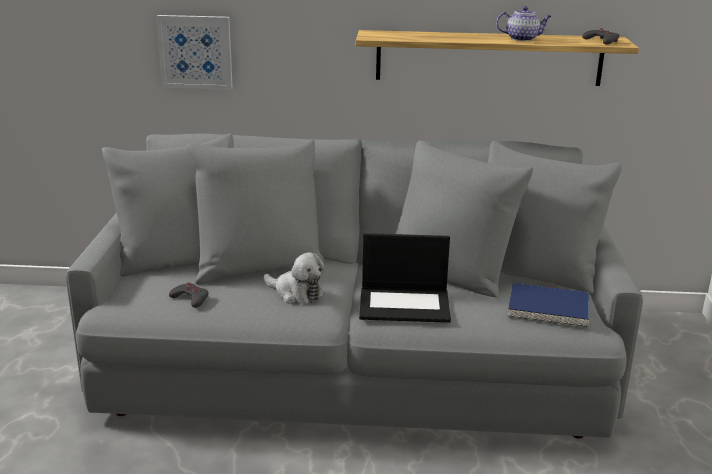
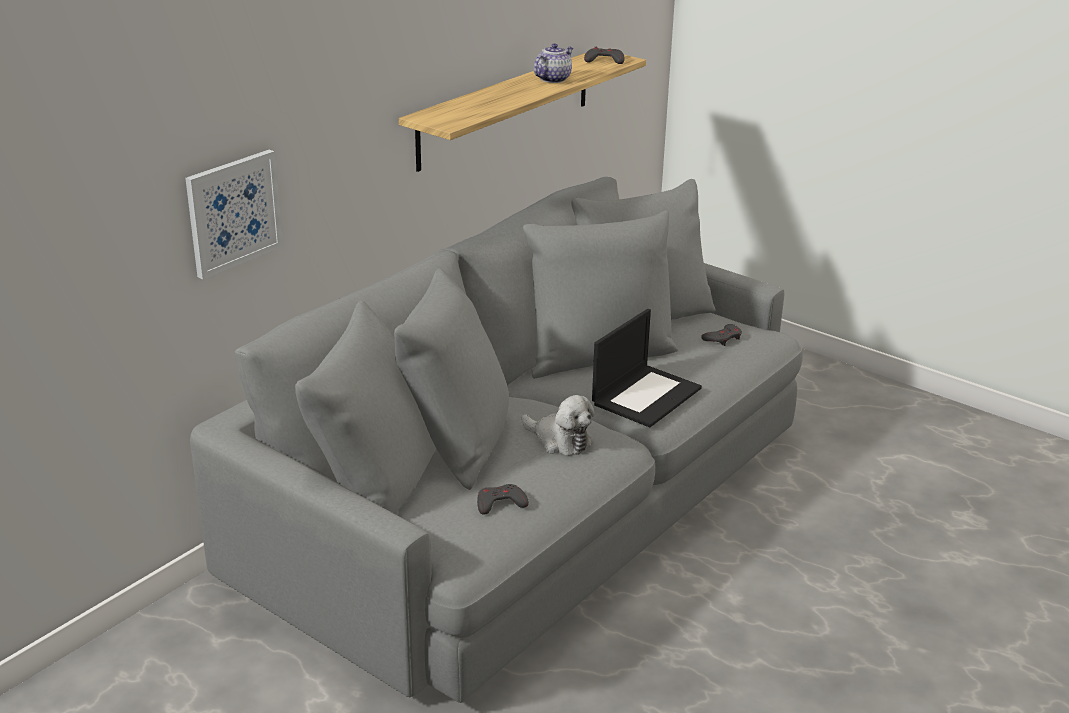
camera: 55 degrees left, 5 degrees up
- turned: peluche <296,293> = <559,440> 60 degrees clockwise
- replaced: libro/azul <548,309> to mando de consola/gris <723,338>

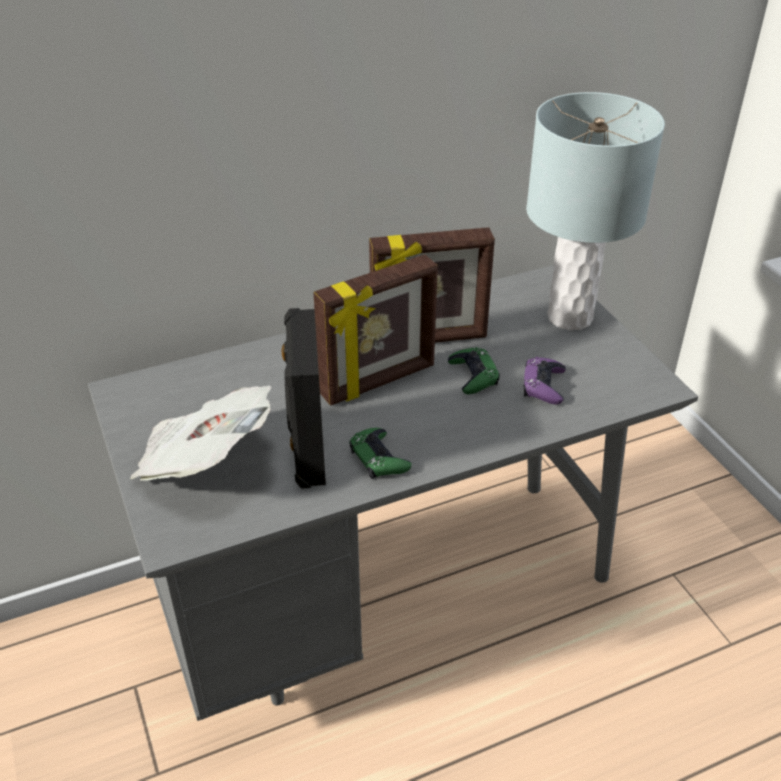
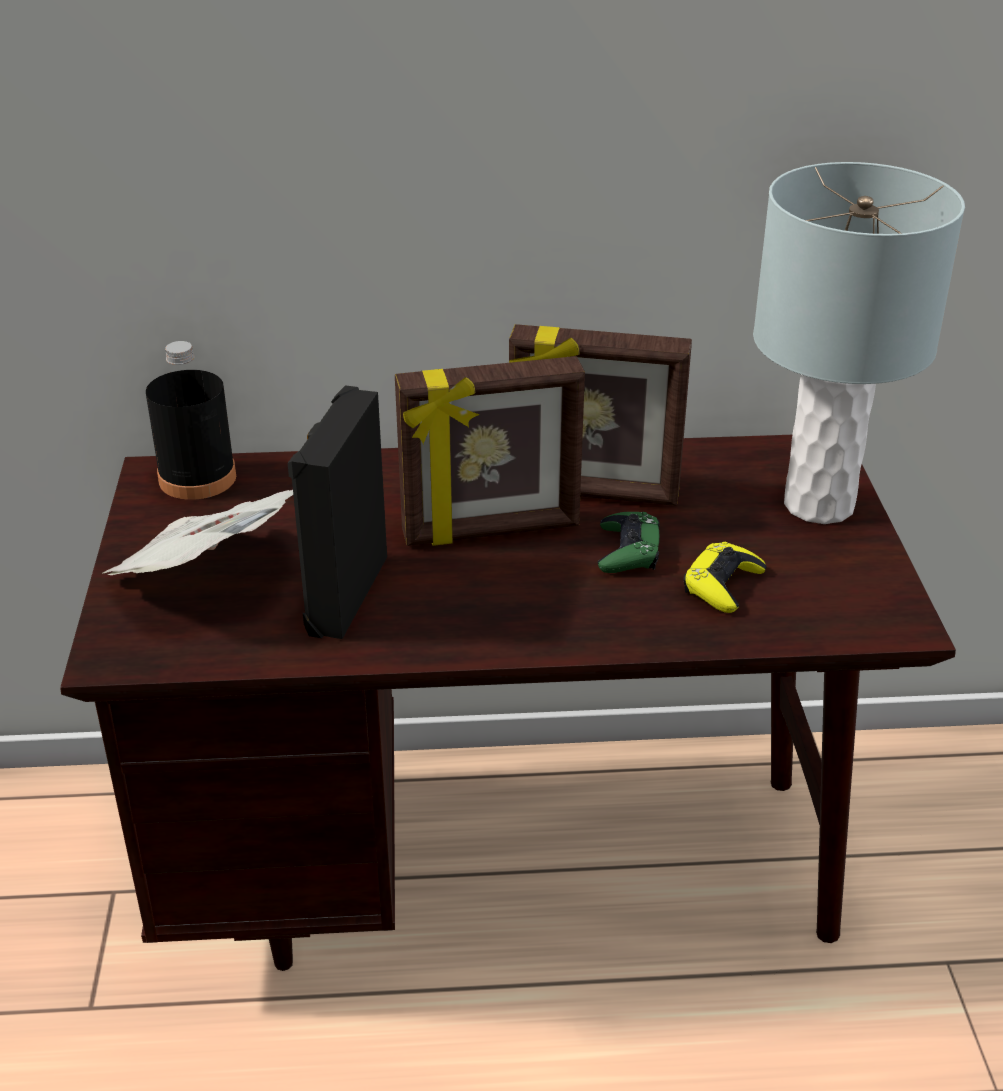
camera: 20 degrees right, 5 degrees down
- recoloured: escritorio/gris <390,592> to escritorio/marrón <502,869>
- added: botella/negro <197,478>
- recoloured: mando de consola/morado <543,385> to mando de consola/amarillo <722,585>
- removed: mando de consola/verde <379,458>

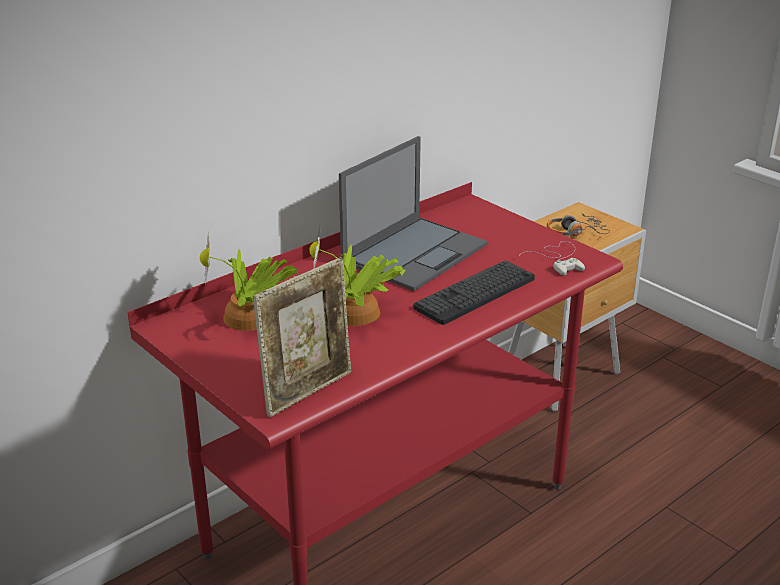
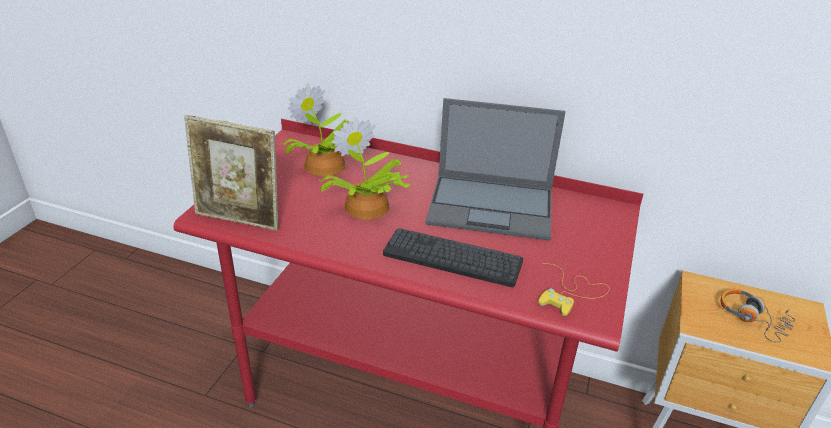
camera: 60 degrees right, 5 degrees up
- recoloured: mando de consola/blanco <558,259> to mando de consola/amarillo <571,293>

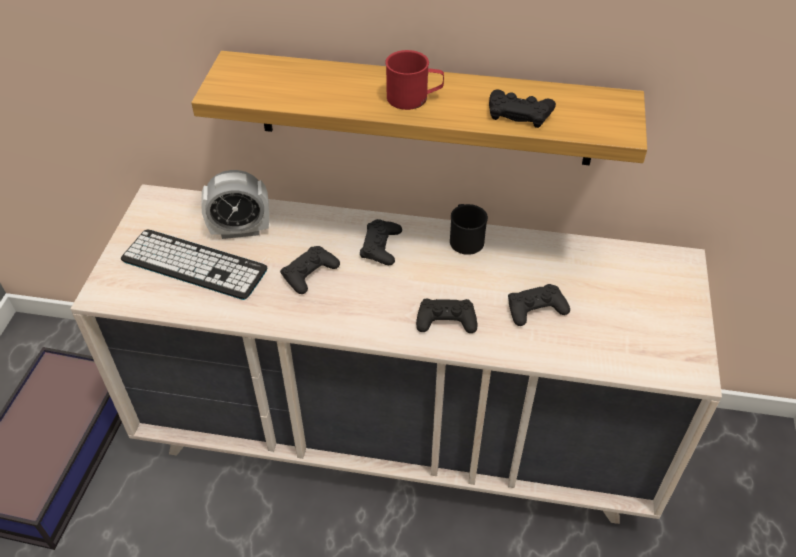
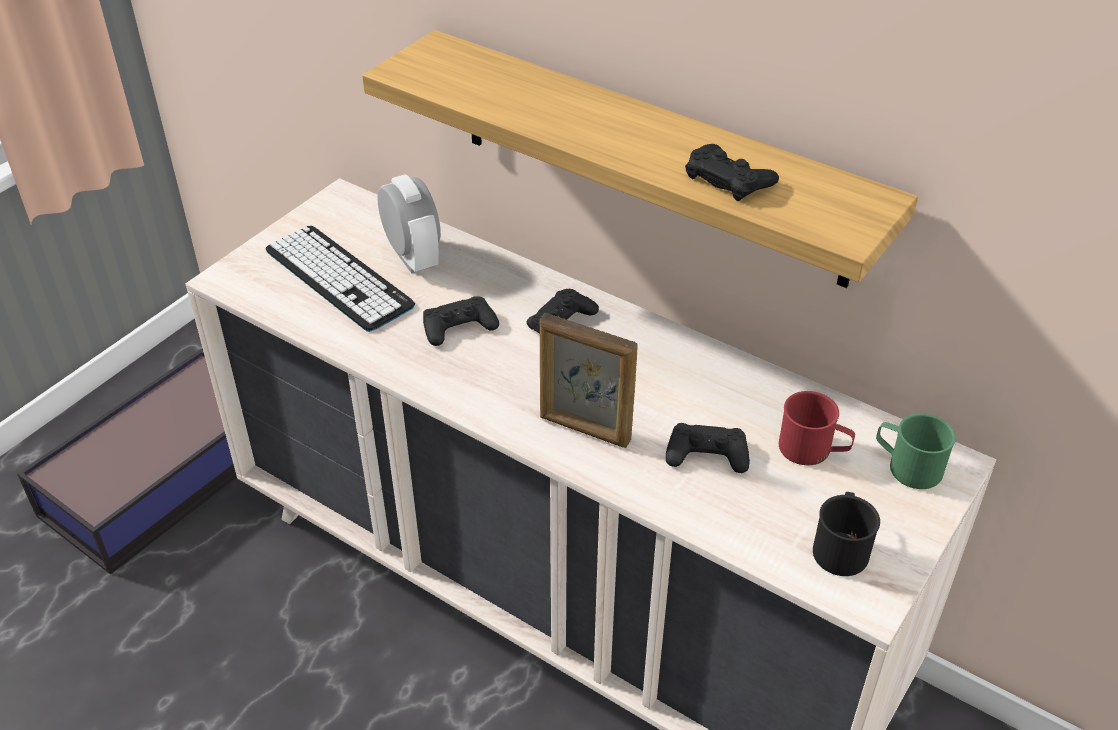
camera: 25 degrees right, 5 degrees down
- turned: despertador <240,230> = <412,257> 135 degrees counterclockwise
- replaced: mando de consola/negro <446,320> to portarretratos <584,429>
- moved: taza grande/rojo <414,98> to <813,450>
- moved: taza grande/negro <465,238> to <841,546>
- added: taza grande/verde <907,466>

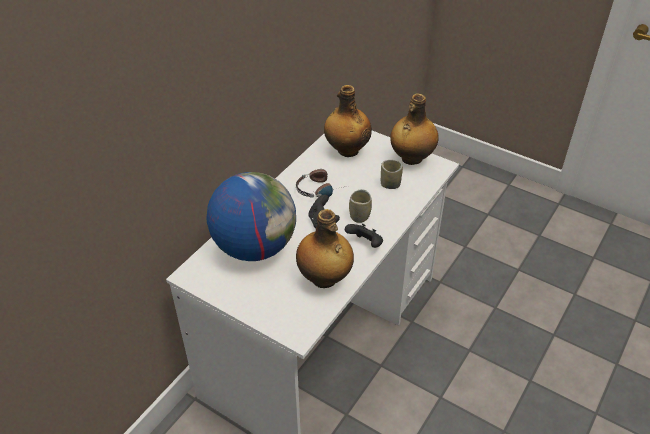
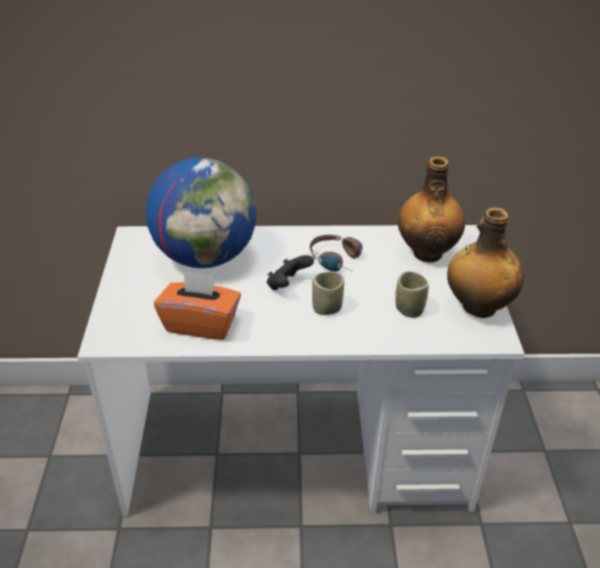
camera: 55 degrees right, 5 degrees down
- replaced: botella <324,279> to caja de pañuelos/naranja <201,324>
- removed: mando de consola/negro <365,244>

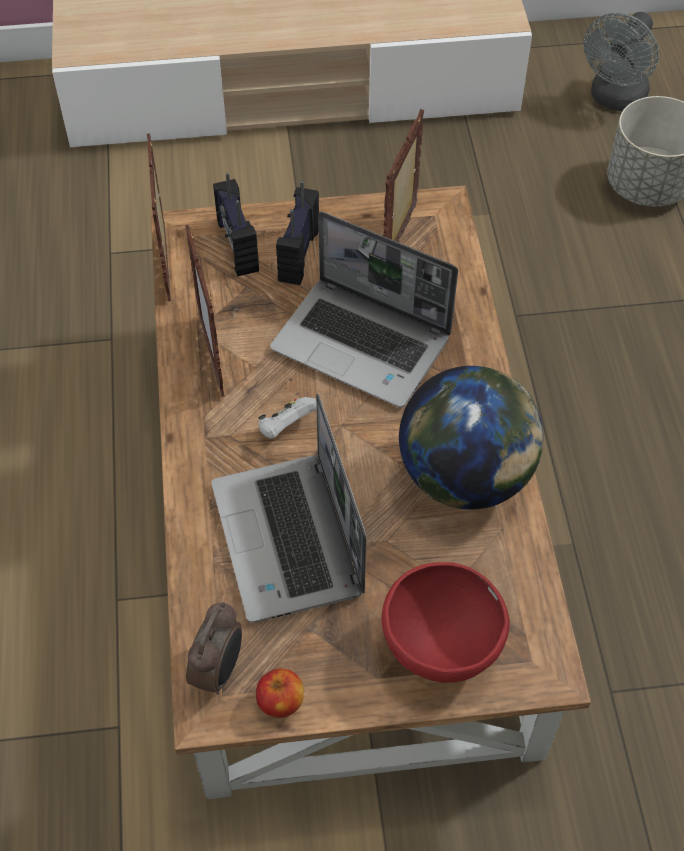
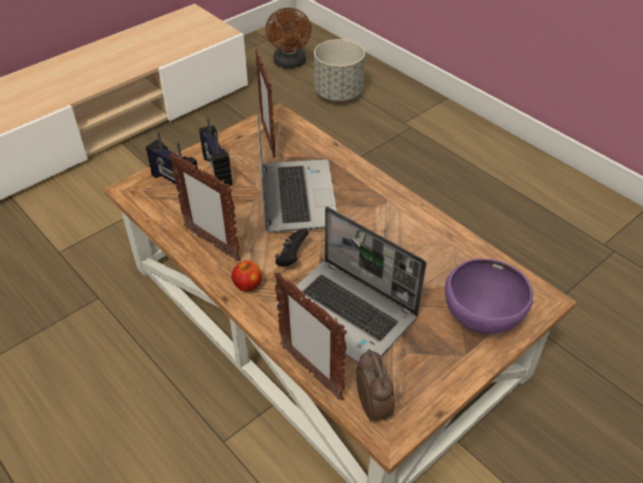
camera: 35 degrees left, 10 degrees down
- moved: manzana <280,702> to <248,285>
- turned: portátil <363,344> = <296,196> 90 degrees counterclockwise
- recoloured: ventilador/gris <615,99> to ventilador/marrón <290,64>
- moved: portarretratos <167,264> to <310,371>
- recoloured: mando de consola/blanco <287,427> to mando de consola/negro <291,257>
- recoloured: cuenco/rojo <440,648> to cuenco/morado <481,320>
- removed: globo terráqueo <465,477>

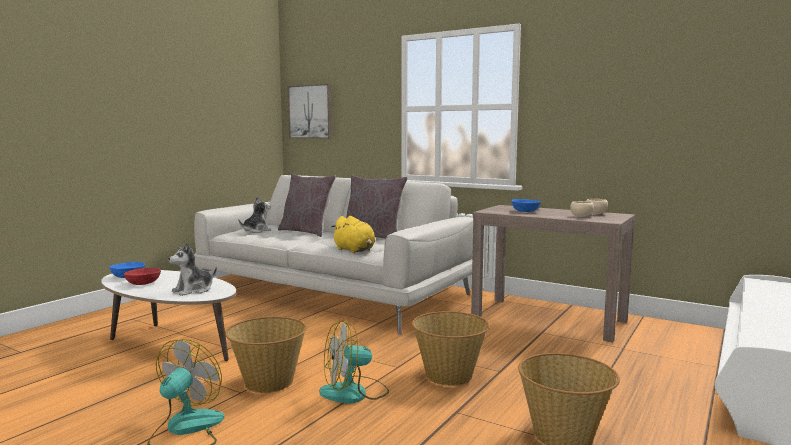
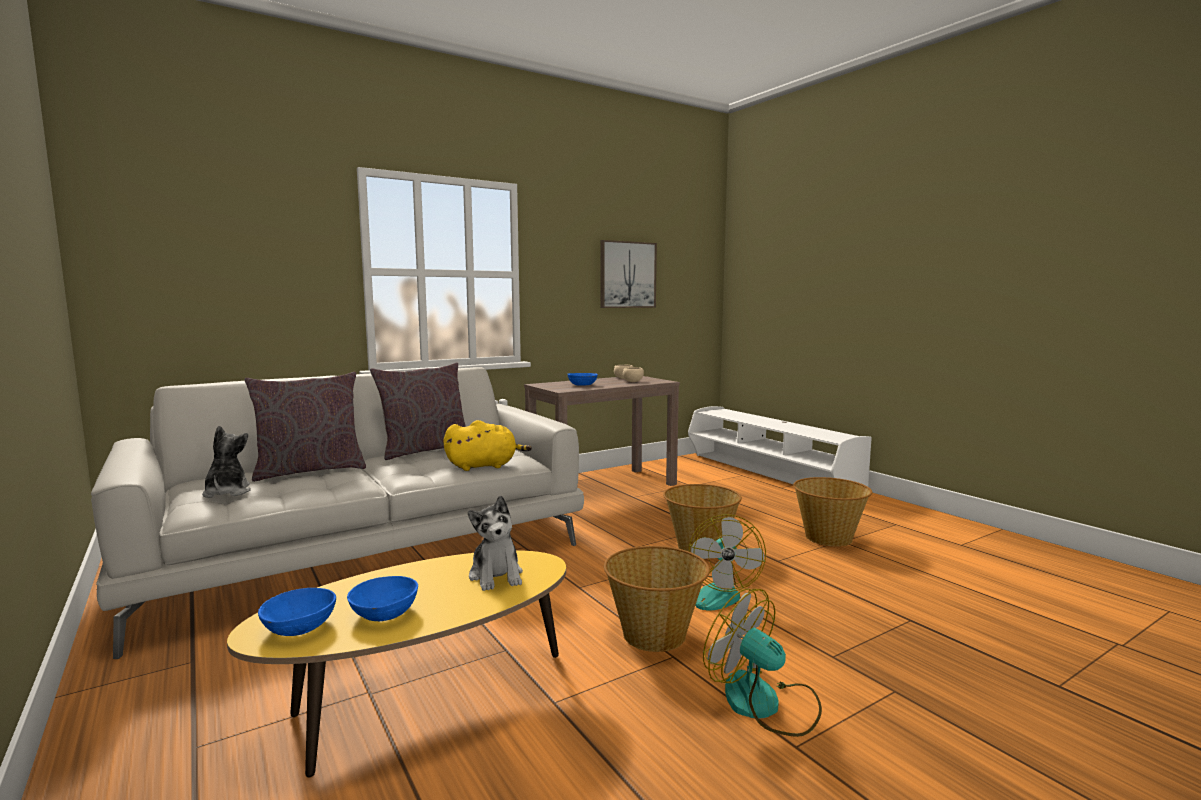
camera: 65 degrees left, 0 degrees up
- recoloured: mesa de centro/blanco <170,343> to mesa de centro/amarillo <422,702>
- recoloured: cuenco/rojo <143,283> to cuenco/azul <385,613>
- moved: cuadro <310,111> to <627,275>

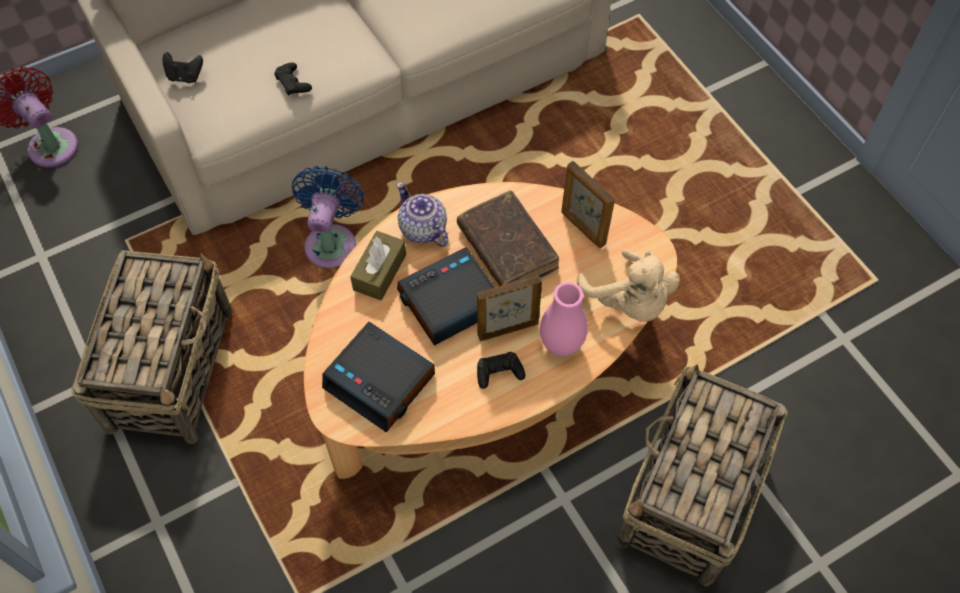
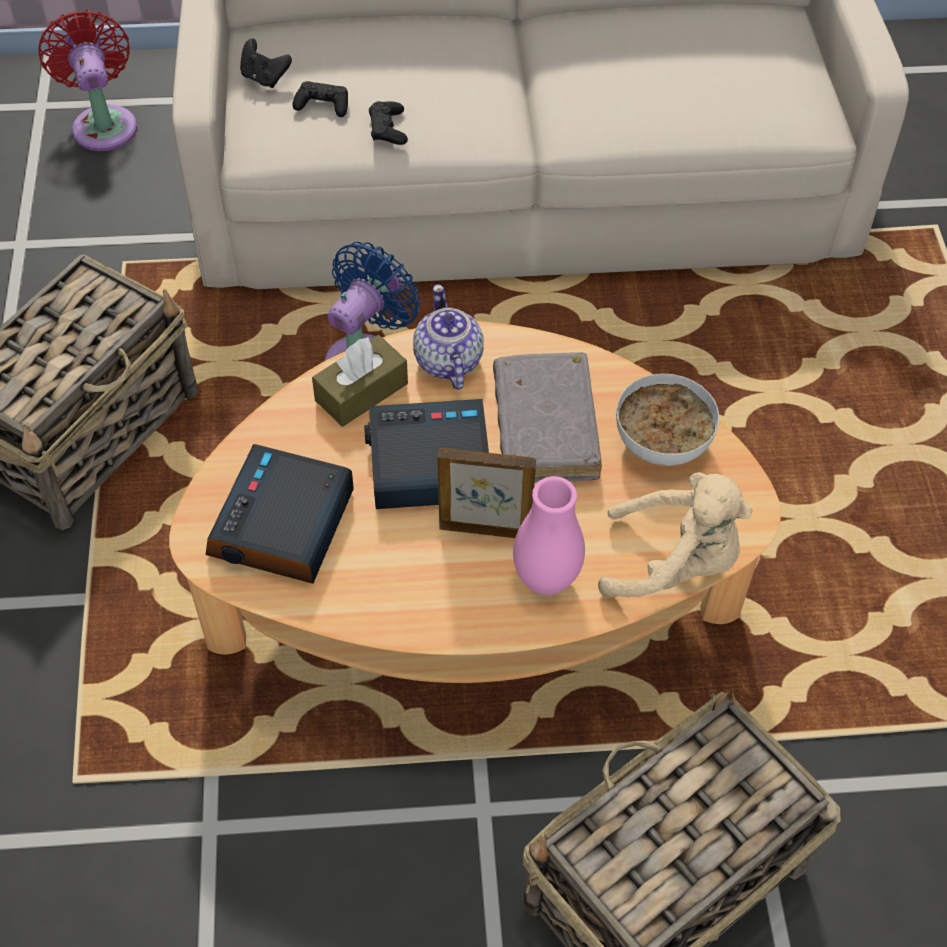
camera: 25 degrees right, 5 degrees down
- turned: despertador <381,381> = <283,525> 45 degrees clockwise
- moved: mando de consola/negro <499,372> to <323,105>
- recoloured: libro/marrón <507,248> to libro/gris <545,427>
- turned: peluche/beis <629,302> = <674,563> 75 degrees counterclockwise
- replaced: portarretratos <582,228> to cuenco <663,442>

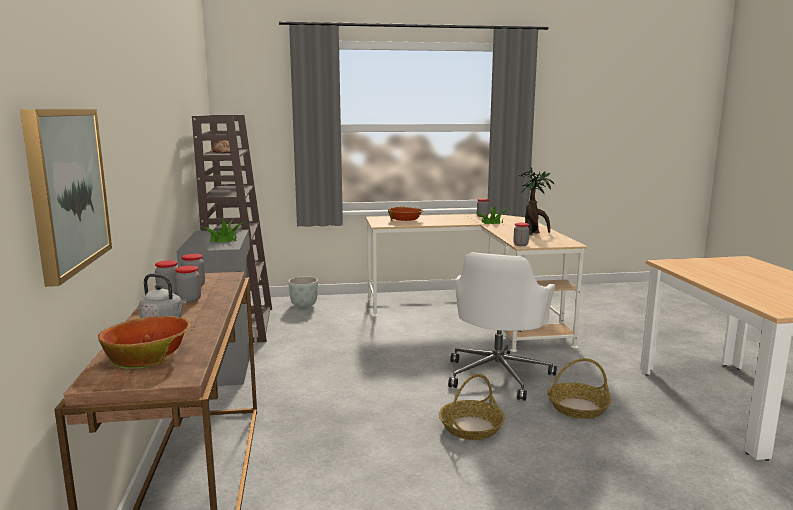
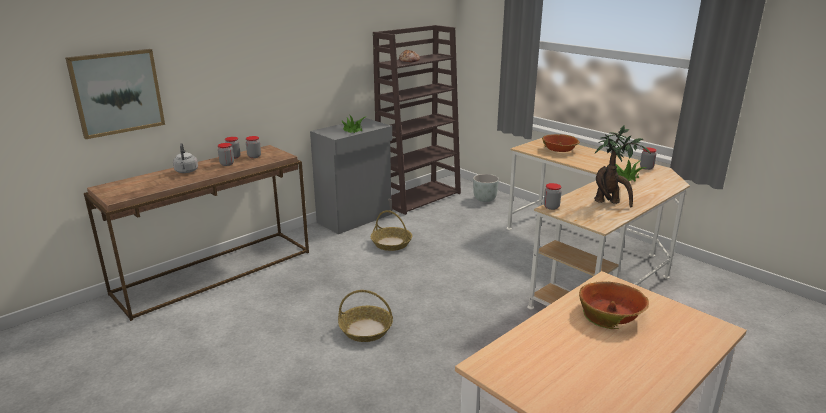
camera: 55 degrees right, 10 degrees up
- moved: cesta <578,407> to <391,243>
- moved: cuenco <148,354> to <611,314>
- removed: silla de oficina/blanco <498,375>

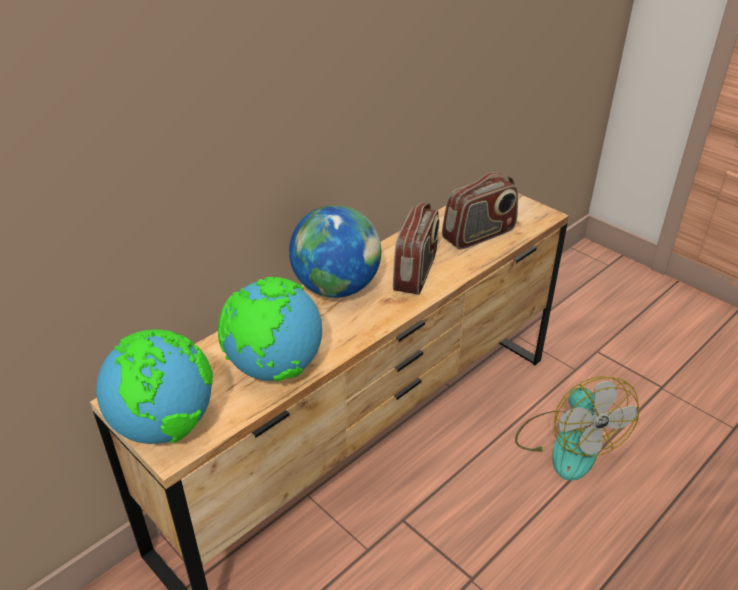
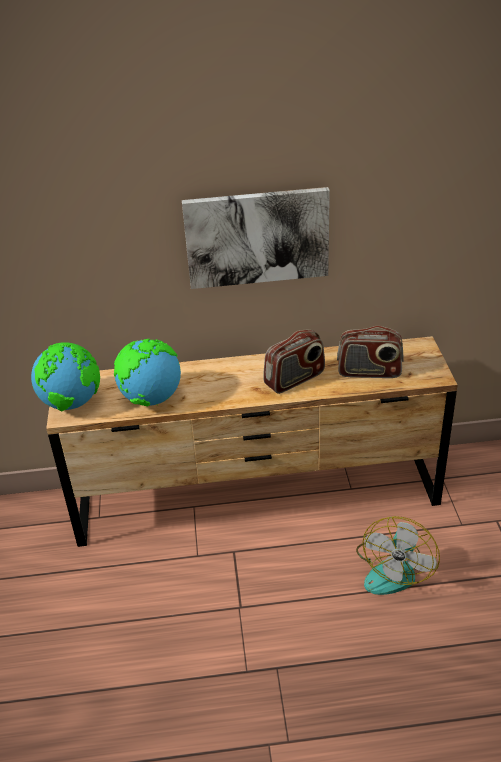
camera: 40 degrees right, 0 degrees up
- added: cuadro <257,237>
- removed: globo terráqueo <336,288>

